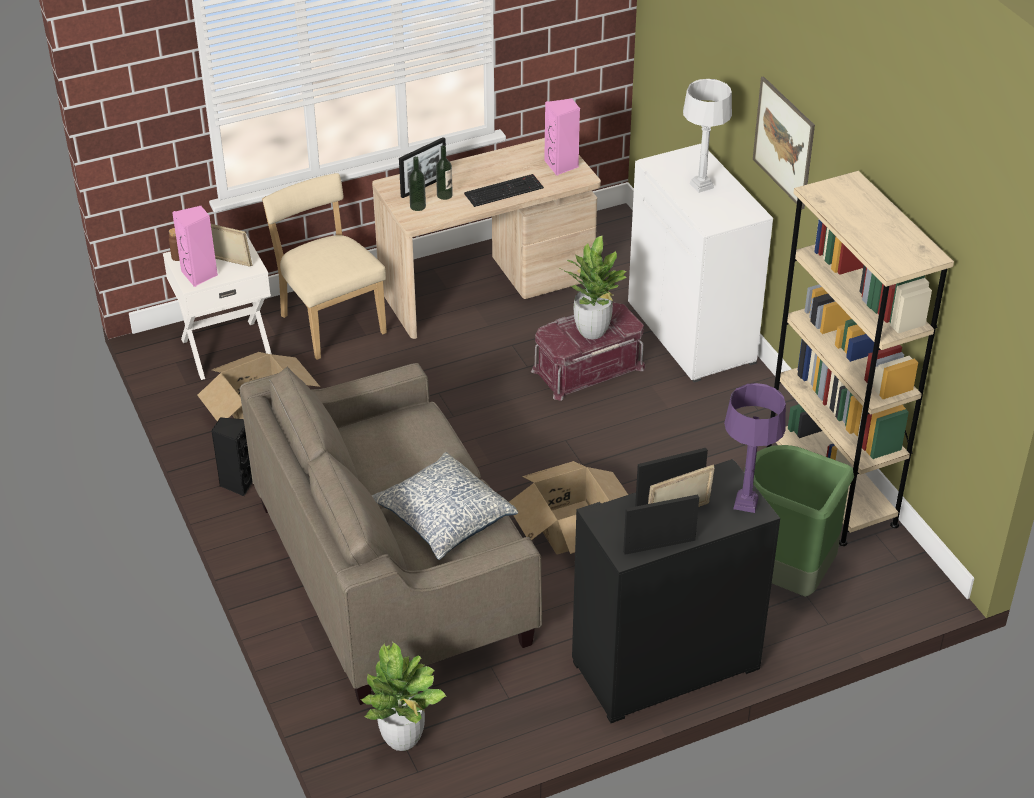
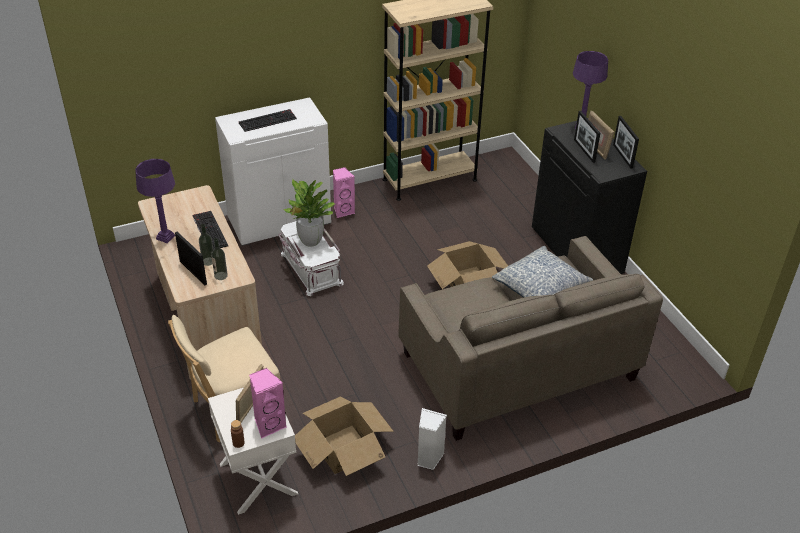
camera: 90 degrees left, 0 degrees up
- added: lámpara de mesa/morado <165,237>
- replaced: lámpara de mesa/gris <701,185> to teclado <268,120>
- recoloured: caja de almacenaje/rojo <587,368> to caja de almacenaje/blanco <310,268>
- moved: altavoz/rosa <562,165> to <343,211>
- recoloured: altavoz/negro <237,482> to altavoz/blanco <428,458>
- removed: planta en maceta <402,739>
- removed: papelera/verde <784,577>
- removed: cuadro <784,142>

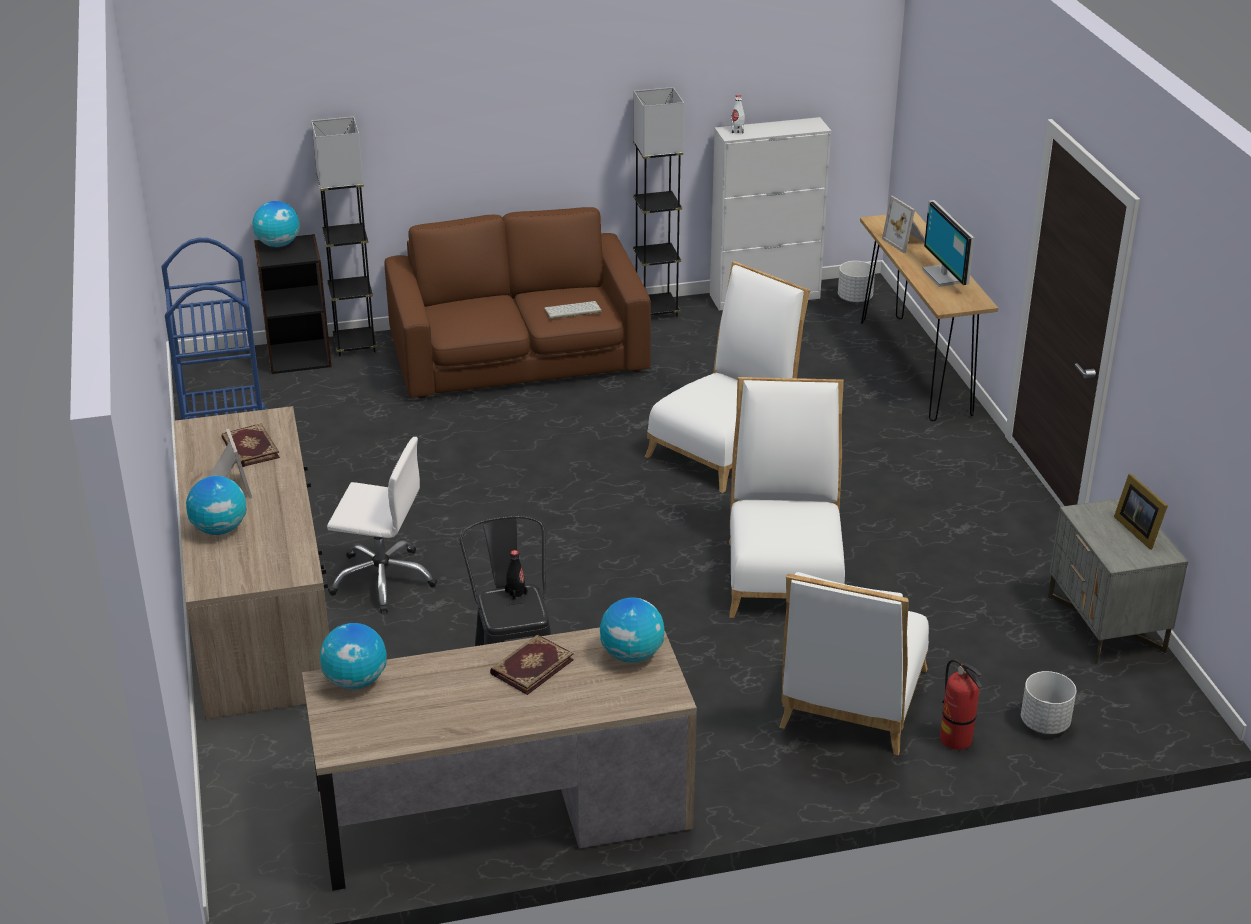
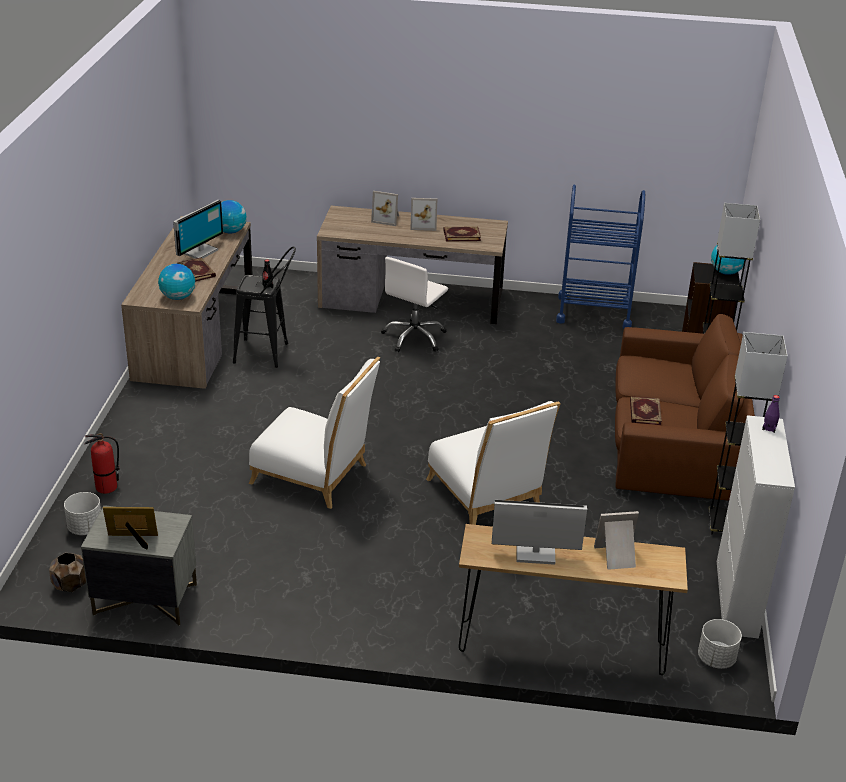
camera: 110 degrees right, 0 degrees up
- added: maceta/marrón <71,586>
- added: monitor <200,251>
- replaced: globo terráqueo <219,529> to portarretratos <387,219>
- replaced: teclado <572,310> to libro <644,412>
- recoloured: botella/blanco <737,131> to botella/morado <769,428>
- removed: silla/blanco <851,705>

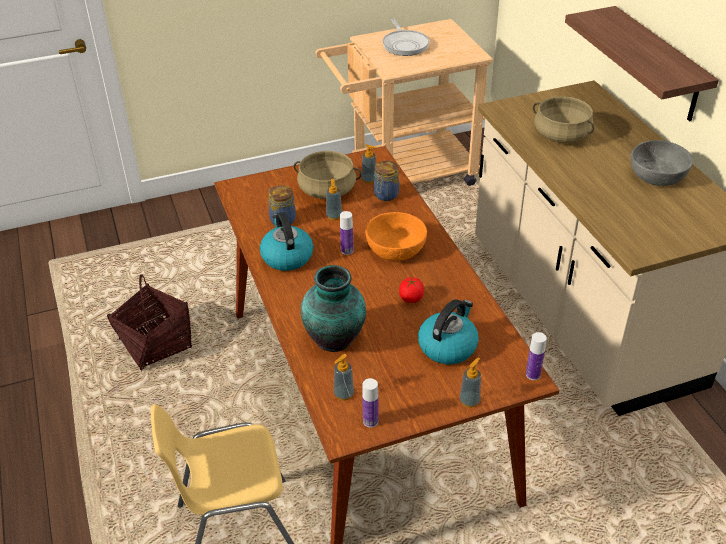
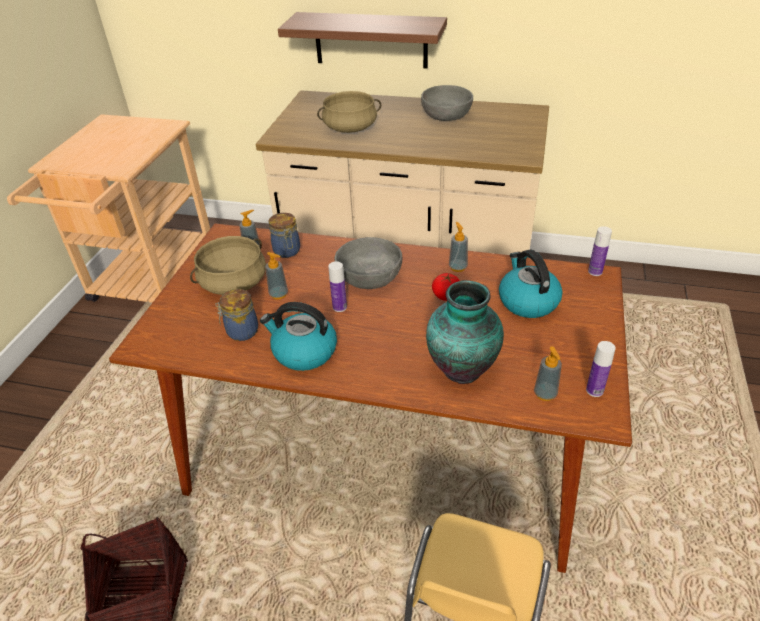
camera: 55 degrees left, 0 degrees up
- recoloured: cuenco/naranja <395,248> to cuenco/gris <369,277>
- moved: dispensador de jabón <469,401> to <458,267>
- removed: sartén <405,44>

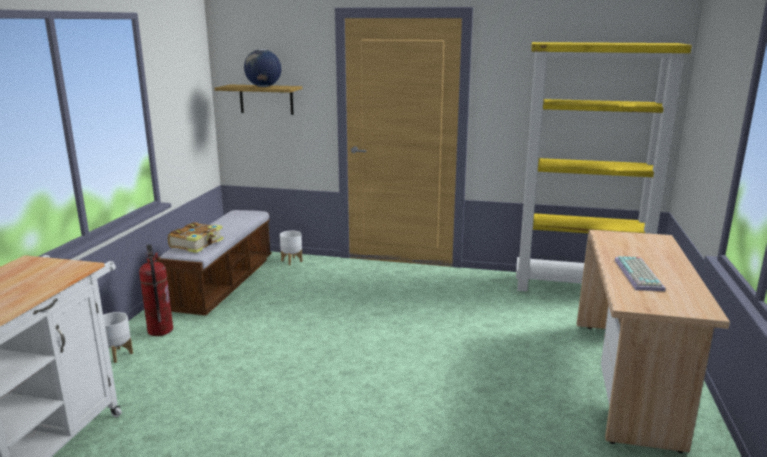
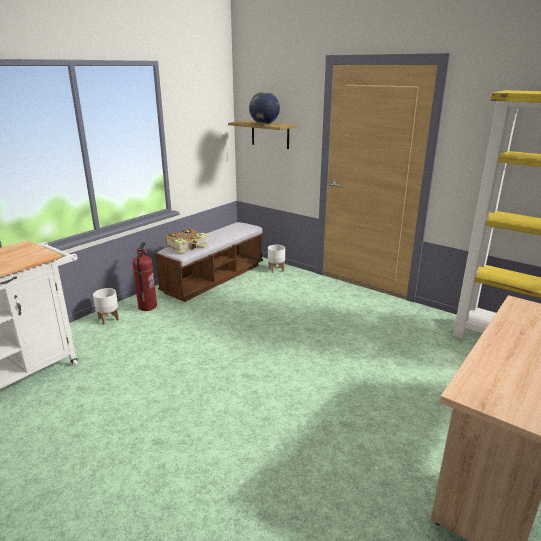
camera: 25 degrees right, 5 degrees up
- removed: teclado <640,275>

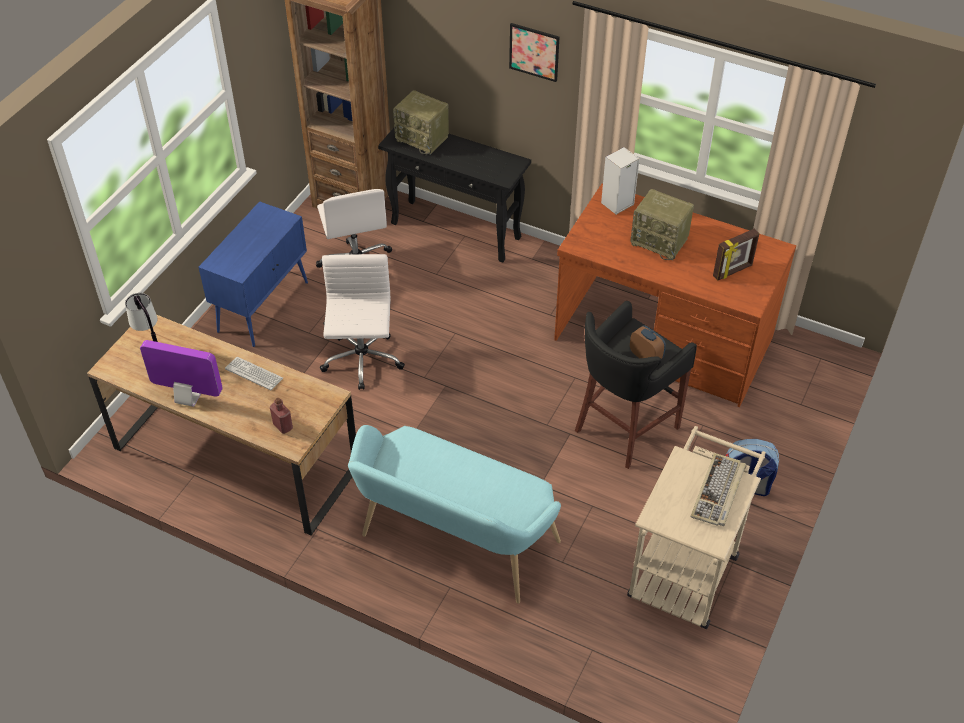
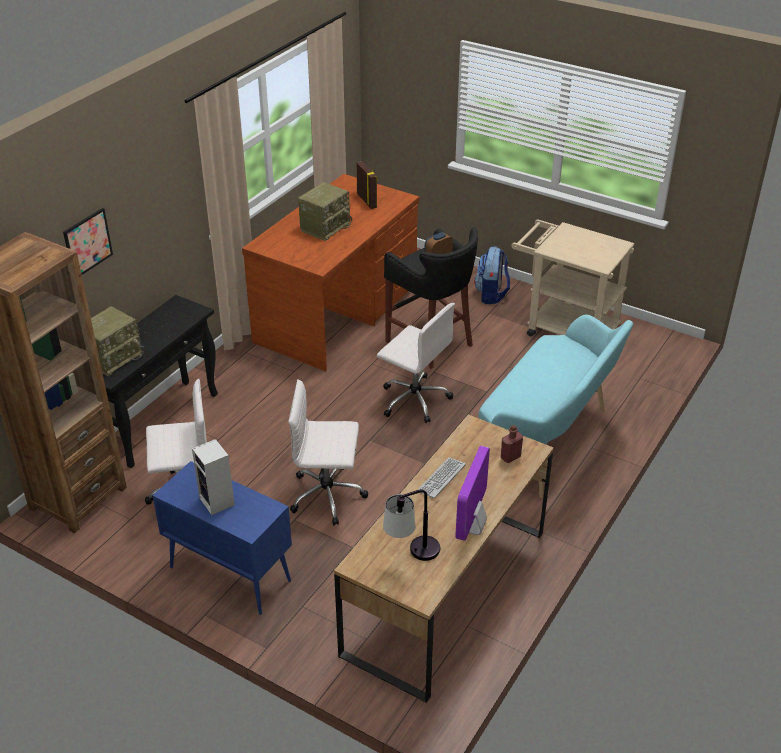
camera: 85 degrees left, 10 degrees down
- moved: cuadro <534,52> to <87,243>
- moved: altavoz <617,204> to <218,502>
- added: silla de oficina/blanco <414,399>
- removed: teclado <718,492>

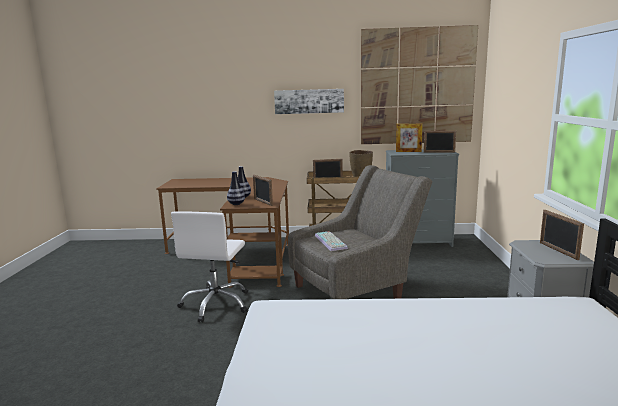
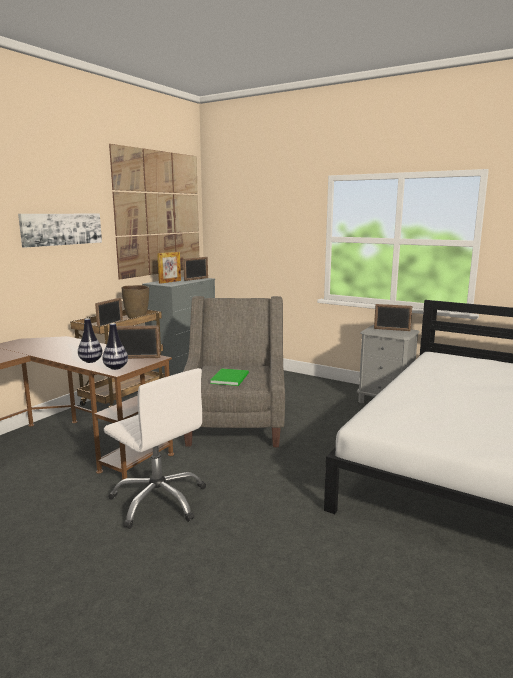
camera: 60 degrees left, 0 degrees up
- replaced: teclado <331,242> to libro/verde <231,378>

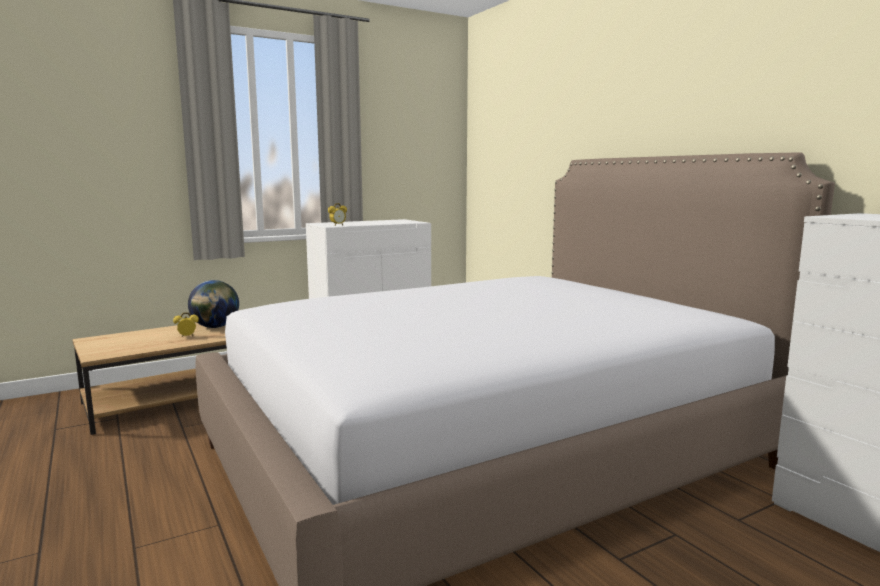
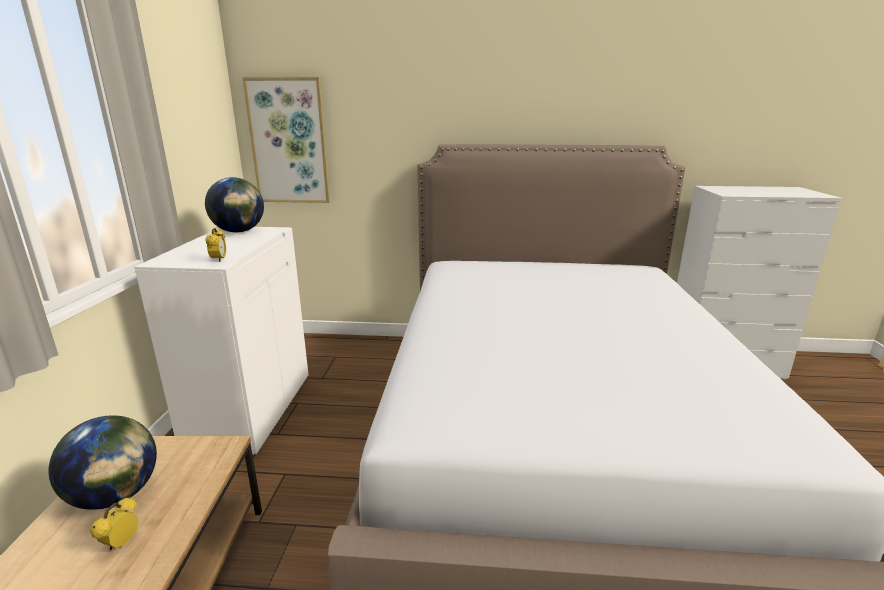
camera: 55 degrees left, 10 degrees up
- added: globo terráqueo <239,231>
- added: cuadro <289,142>

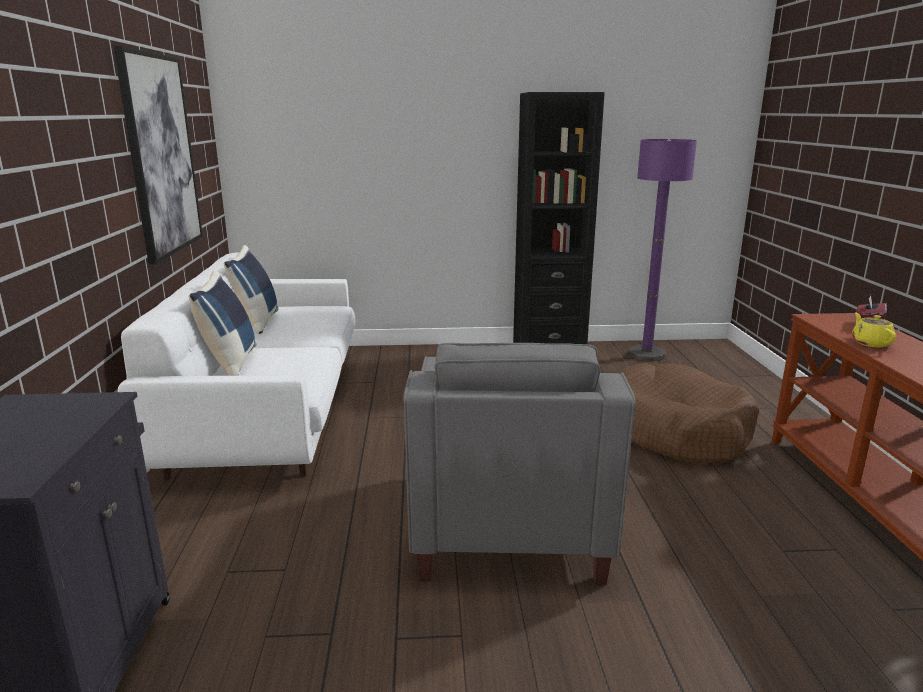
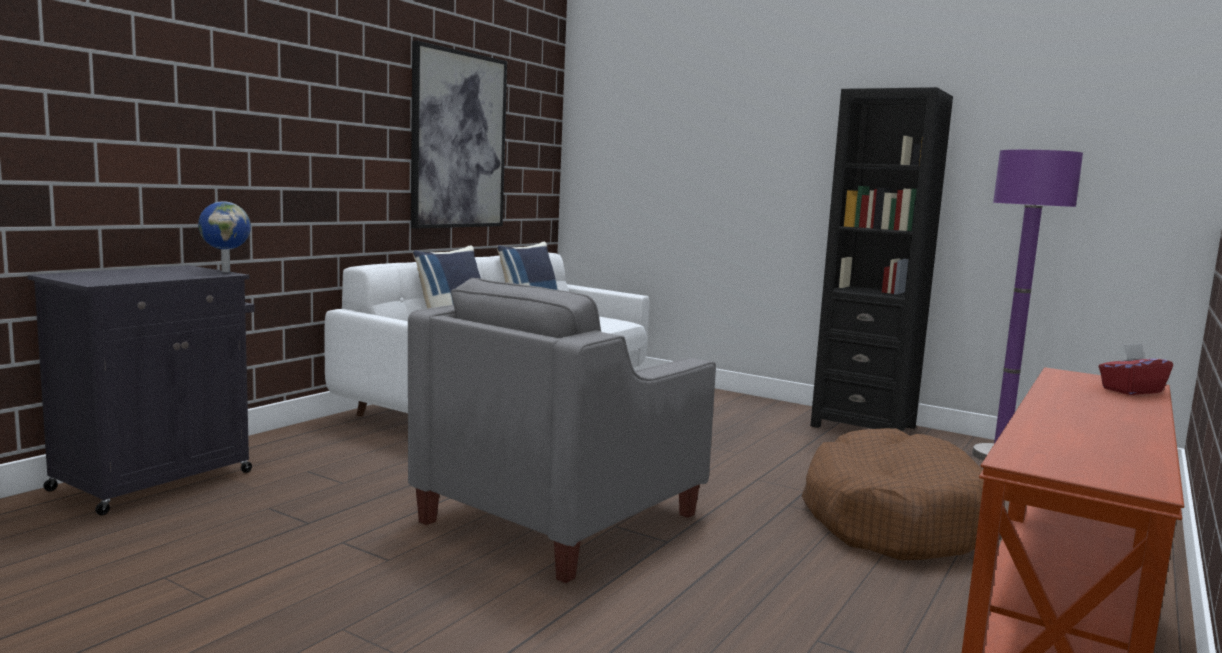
camera: 35 degrees right, 10 degrees down
- added: globo terráqueo <226,271>
- removed: tetera/amarillo <870,343>

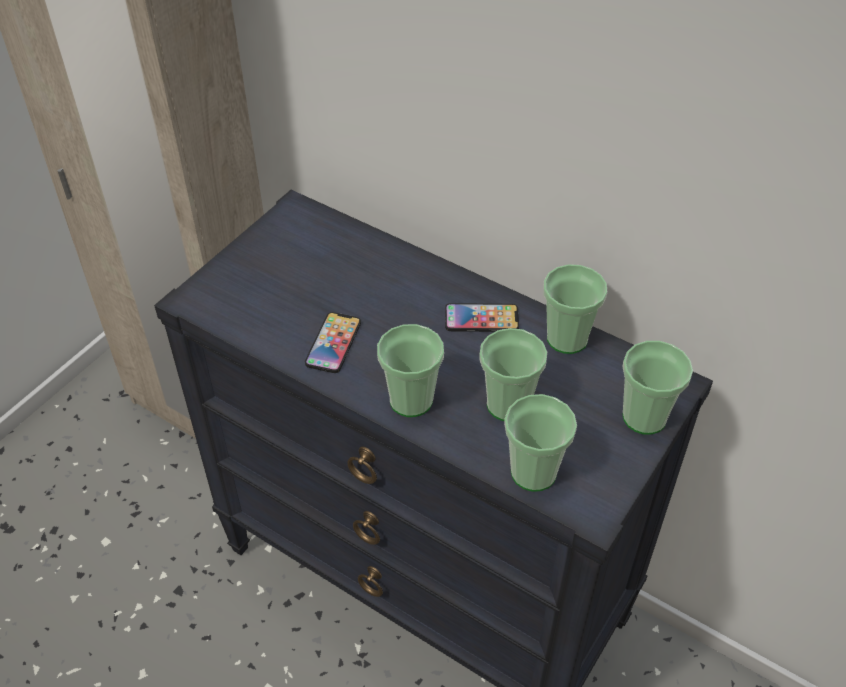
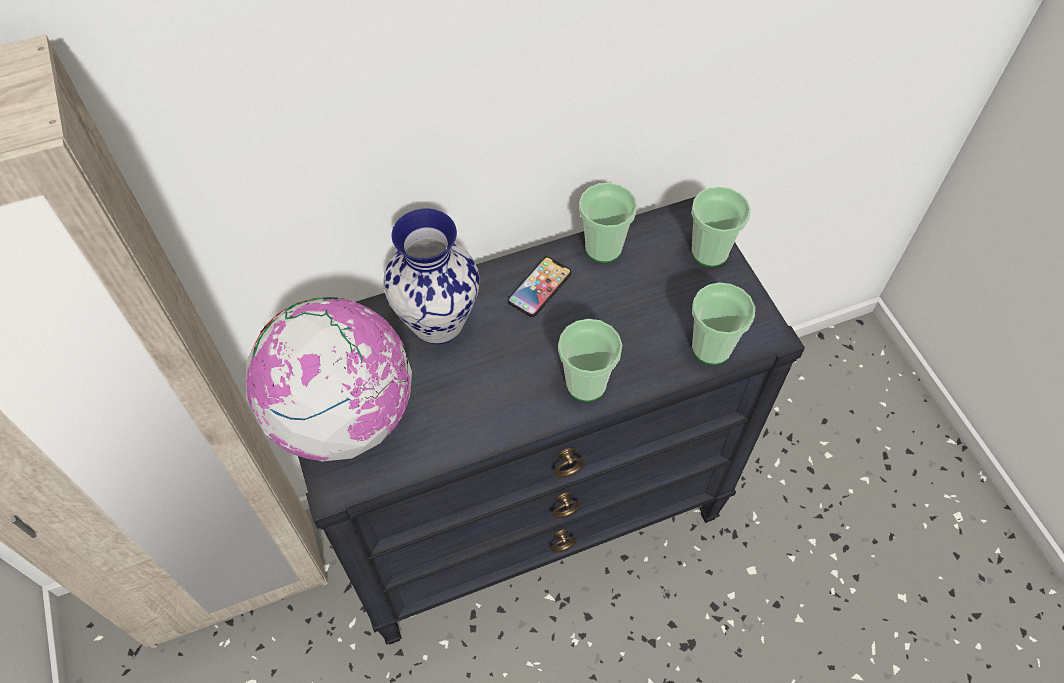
camera: 55 degrees left, 10 degrees up
- added: globo terráqueo <344,416>
- added: florero <436,322>
- removed: móvil <333,343>
- removed: taza <508,404>

